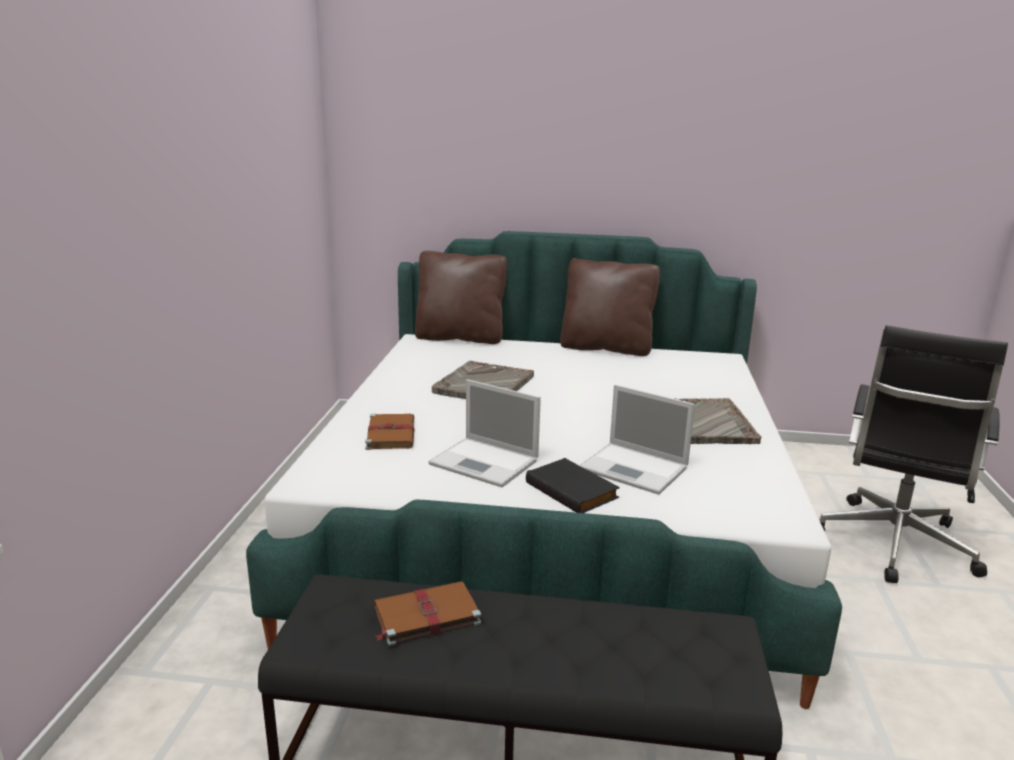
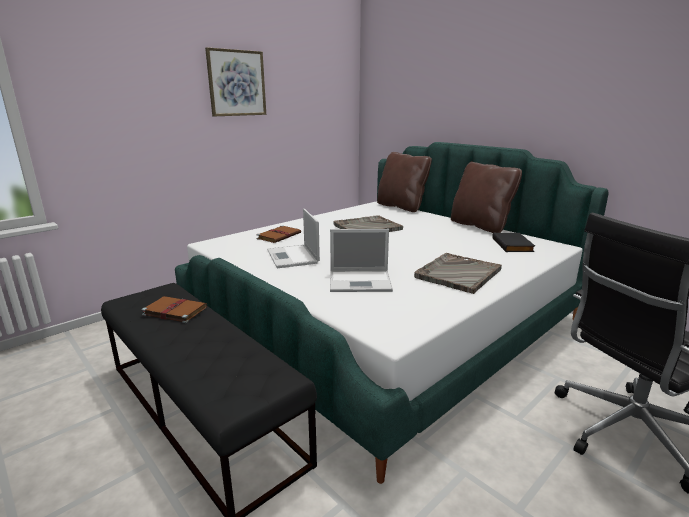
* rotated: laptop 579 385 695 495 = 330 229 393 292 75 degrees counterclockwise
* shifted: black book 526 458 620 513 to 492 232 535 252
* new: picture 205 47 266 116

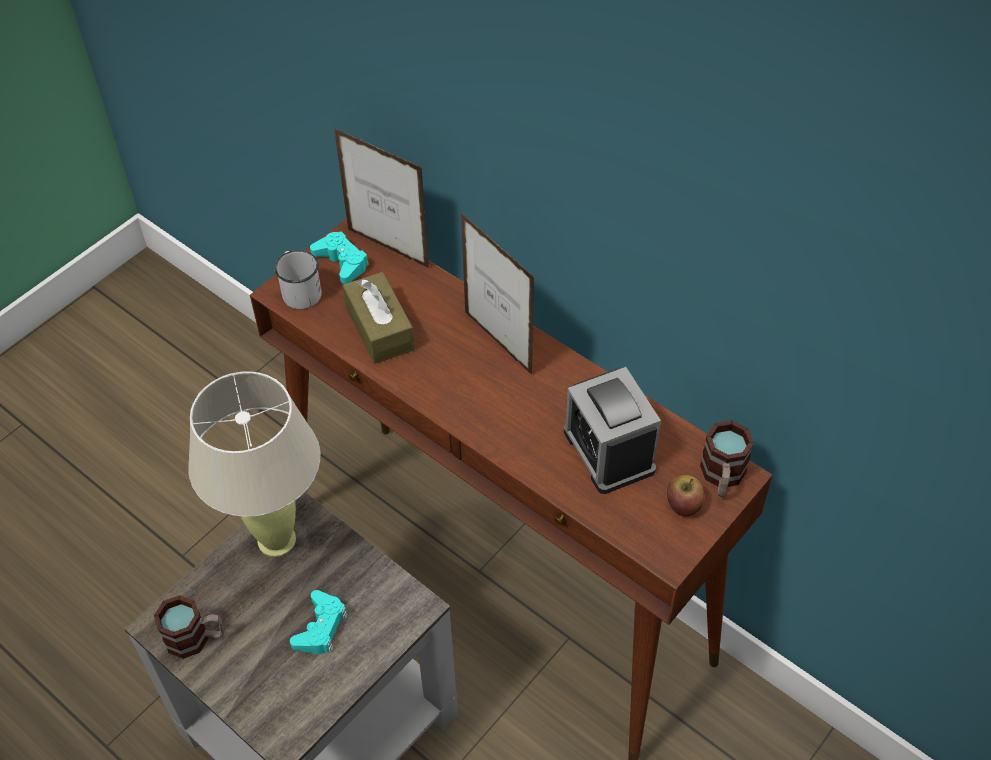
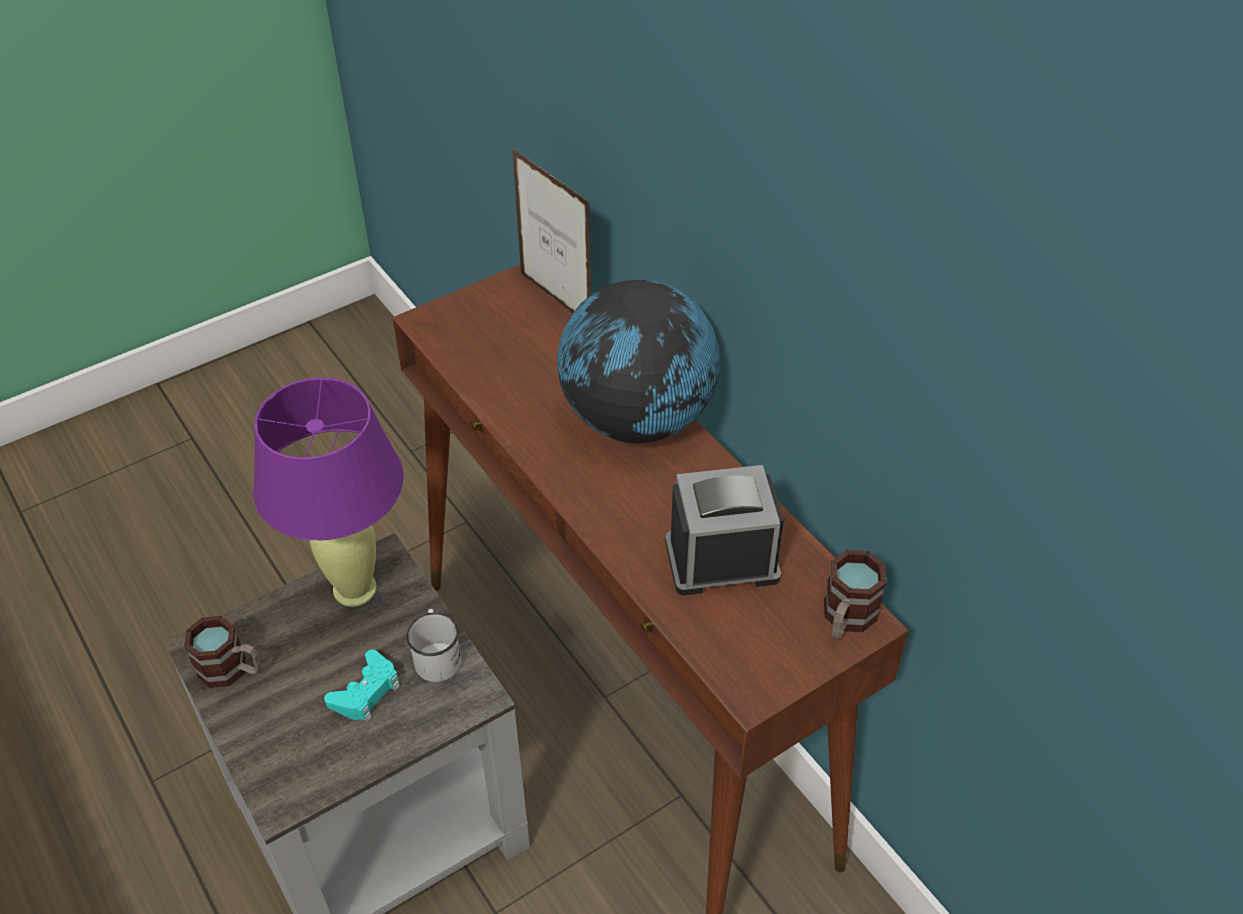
* swapped: picture frame 461 212 534 375 to globe 557 280 720 443
* gone: turquoise game controller 310 232 369 284
* shifted: white mug 275 250 322 309 to 406 609 461 682
* gone: brown tissue box 343 272 415 364
* rotated: alarm clock 564 367 661 494 = 665 465 784 596 90 degrees clockwise
* repainted: beige table lamp 188 371 320 557 to purple table lamp 253 377 404 607
* gone: apple 667 475 705 516

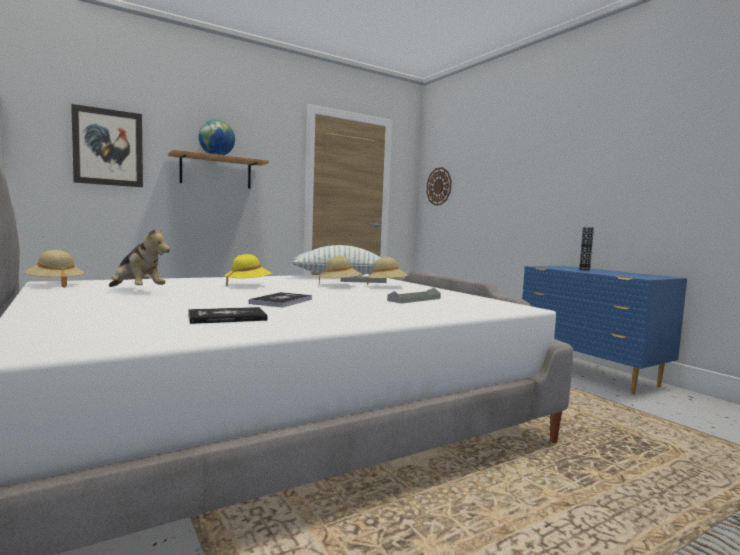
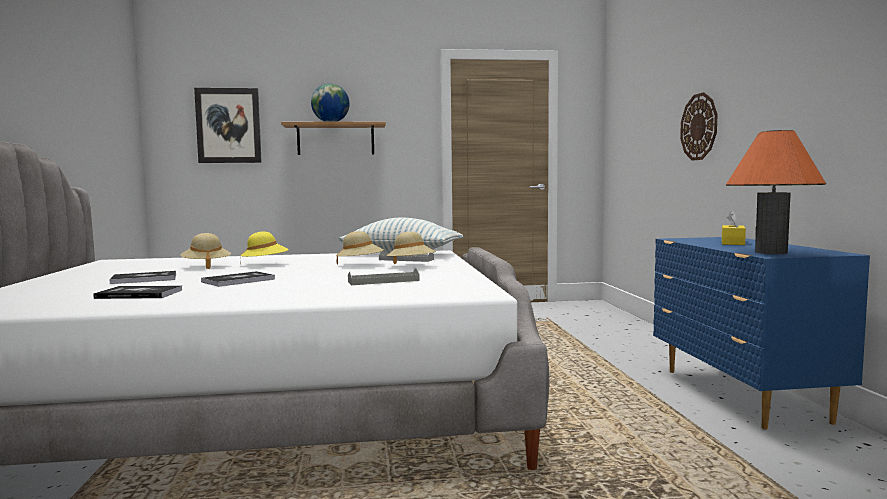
* shifted: wall clock 426 167 452 205 to 680 92 718 160
* gone: plush toy 109 227 170 287
* swapped: vase 579 227 594 270 to yellow tissue box 722 211 746 245
* shifted: beige hat 24 250 85 288 to 180 233 231 269
* new: orange table lamp 726 130 826 254
* new: book 109 271 176 284

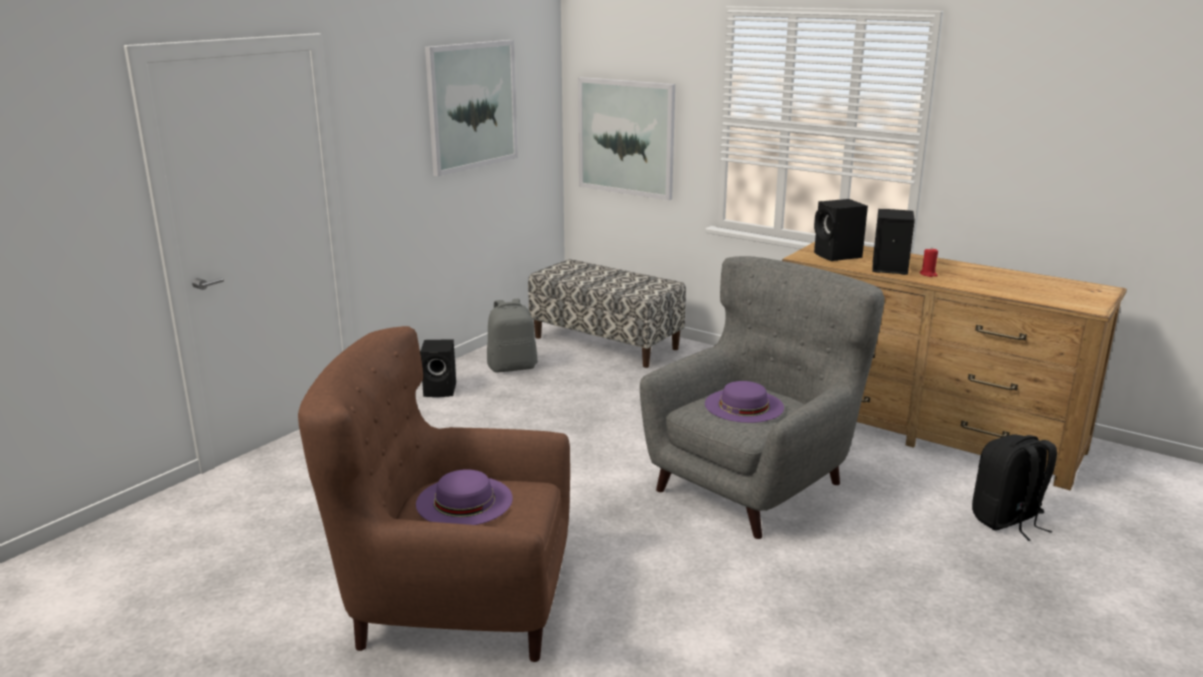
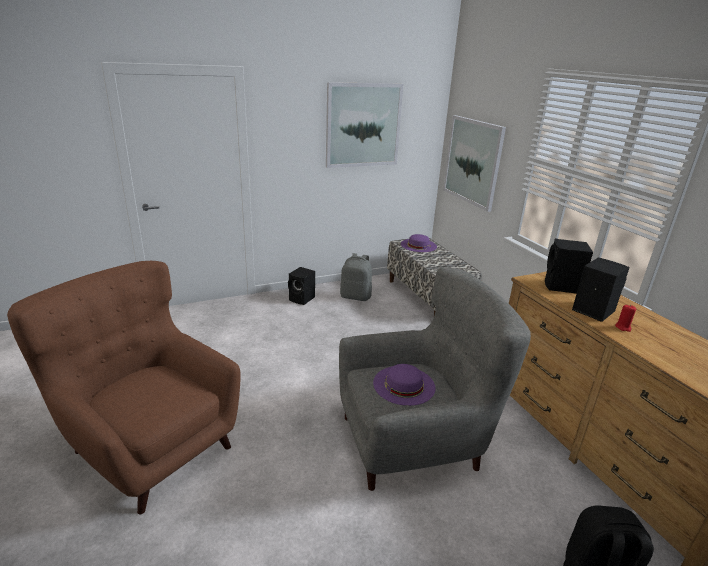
* shifted: purple hat 416 469 513 525 to 401 234 437 252

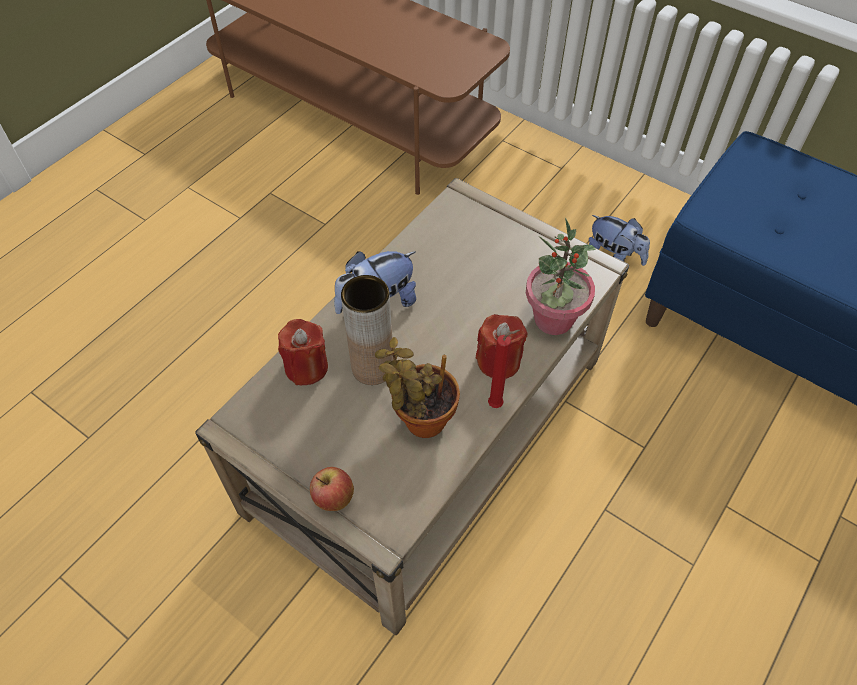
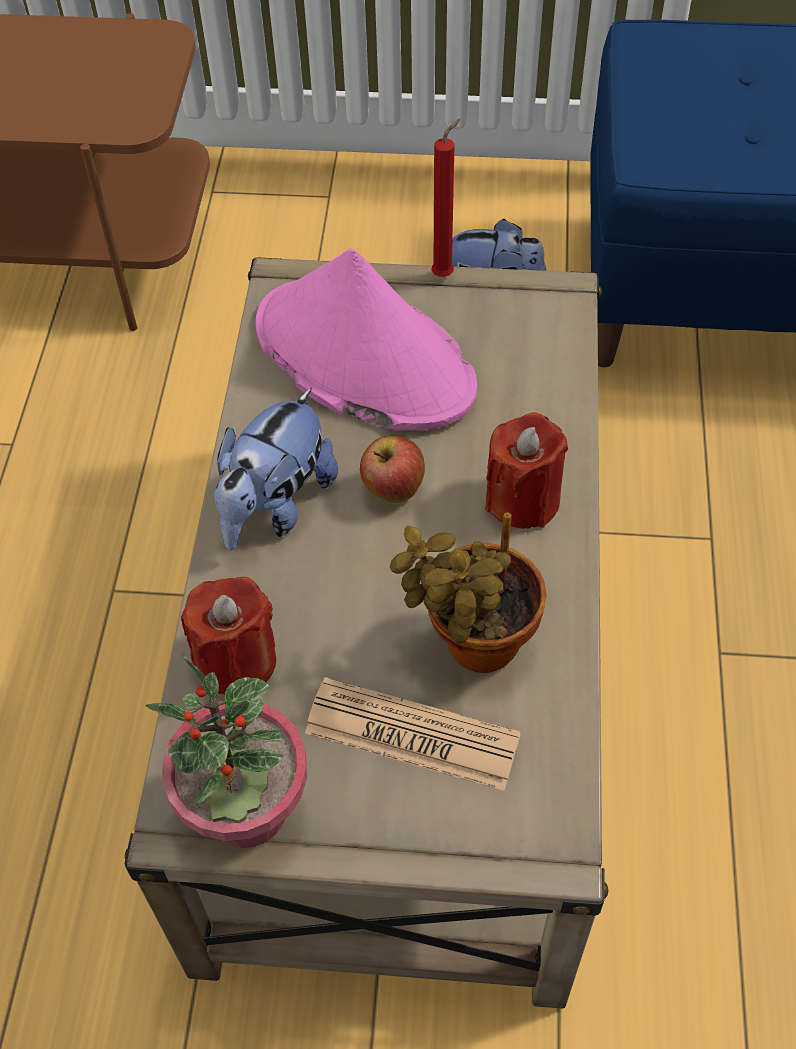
* shifted: potted plant 526 217 596 335 to 145 653 307 848
* gone: brown vase 341 275 393 385
* shifted: red candle 488 330 520 408 to 431 119 461 277
* shifted: apple 310 467 354 511 to 360 436 425 503
* new: pink hat 255 249 477 431
* new: newspaper 305 677 521 791

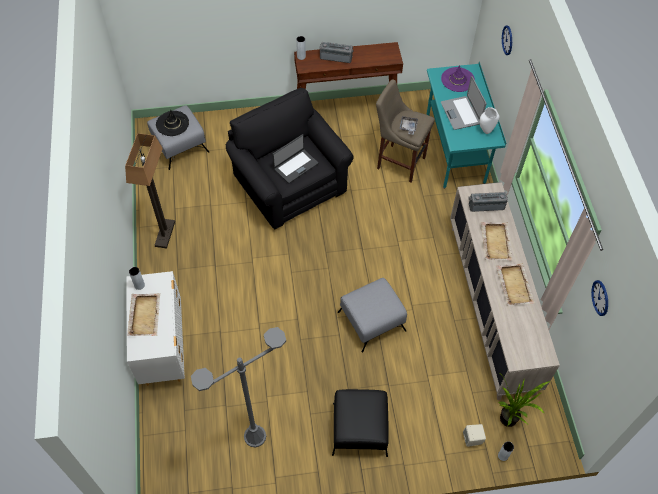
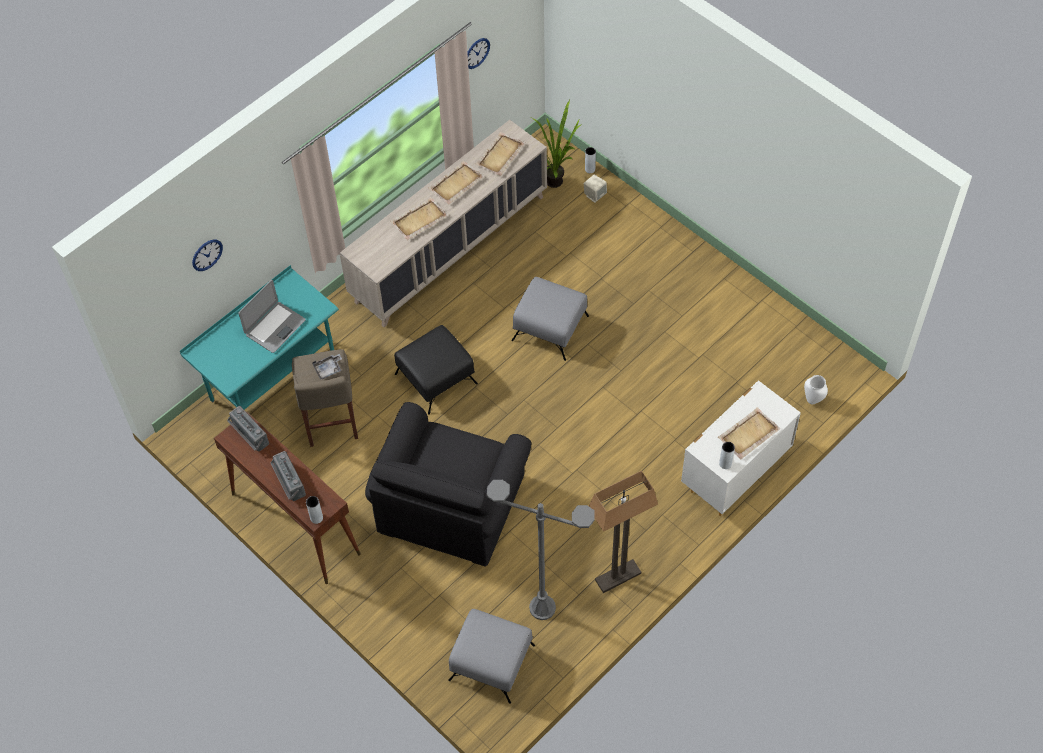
* gone: purple hat 441 65 475 92
* shifted: white vase 479 107 499 134 to 804 375 828 404
* gone: black hat 156 110 189 136
* gone: laptop 272 134 318 183
* shifted: radio 469 192 508 212 to 227 406 269 452
* shifted: grey floor lamp 191 327 286 447 to 487 480 595 620
* shifted: black ottoman 332 389 389 457 to 394 325 478 415
* new: beige tray 475 132 525 176

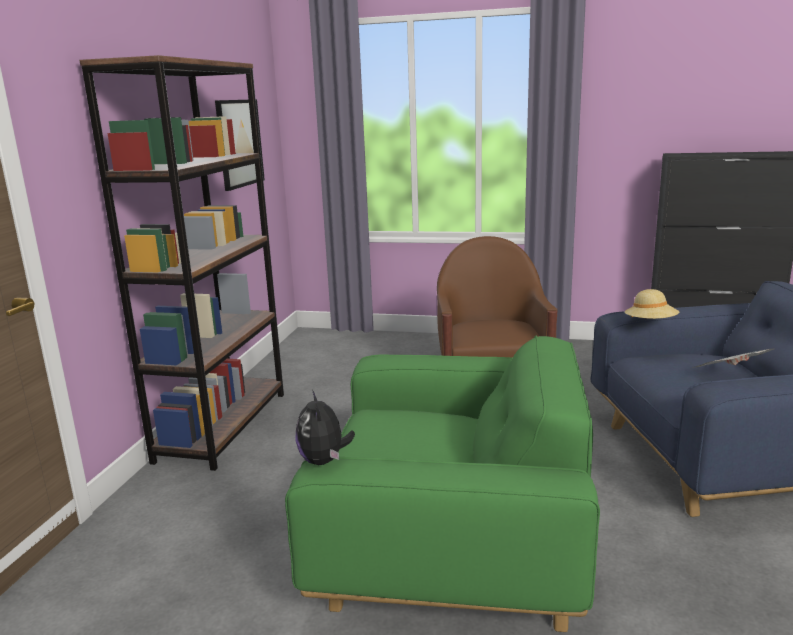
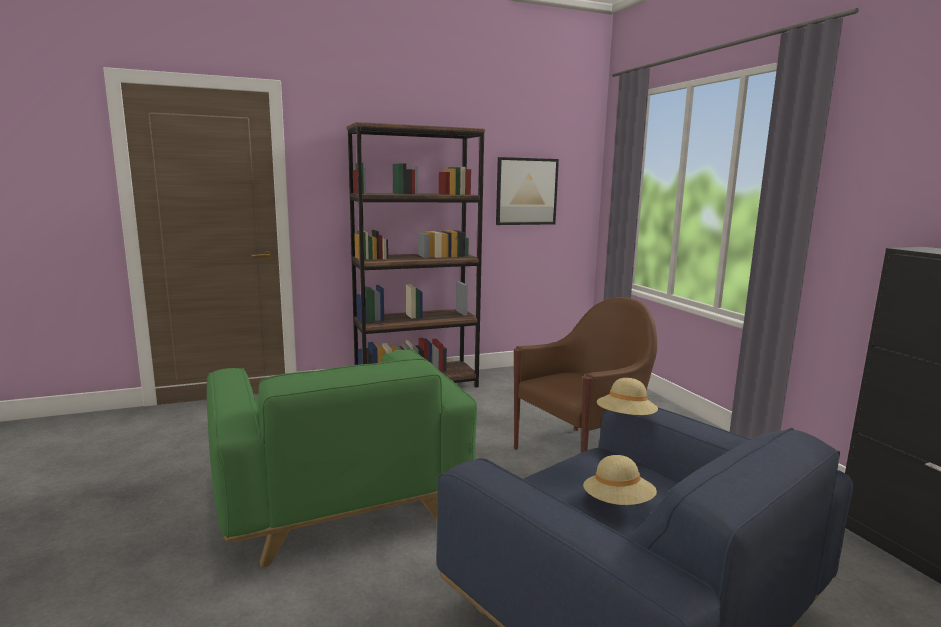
* swapped: newspaper 692 349 774 368 to beige hat 583 455 657 505
* gone: plush toy 295 390 355 465

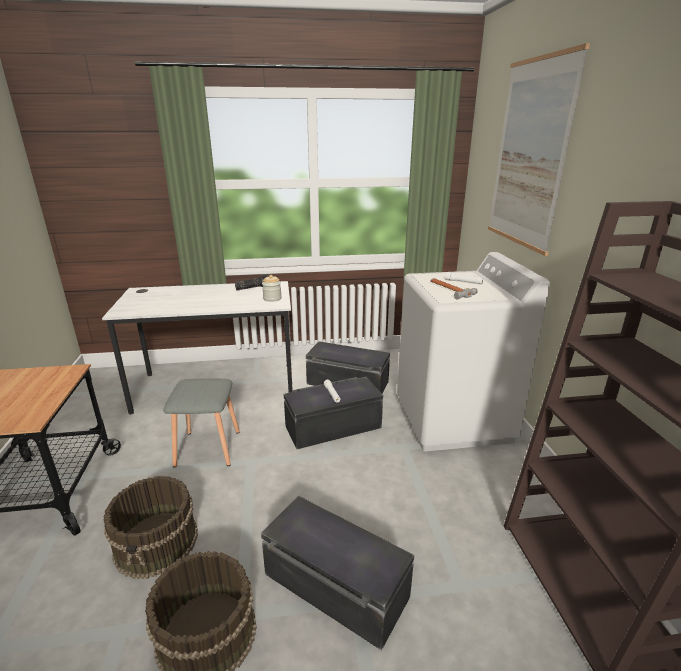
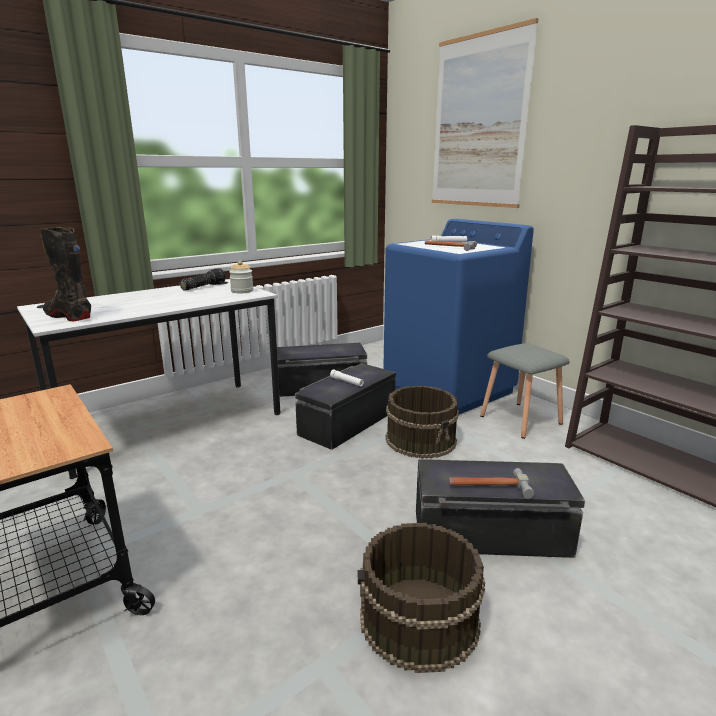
* repainted: white washing machine 397 252 550 451 to blue washing machine 383 219 534 414
* shifted: grey stool 163 378 240 468 to 480 343 570 439
* shifted: brown bucket 103 476 198 579 to 385 385 459 459
* new: black boot 40 227 91 321
* new: hammer 448 468 534 499

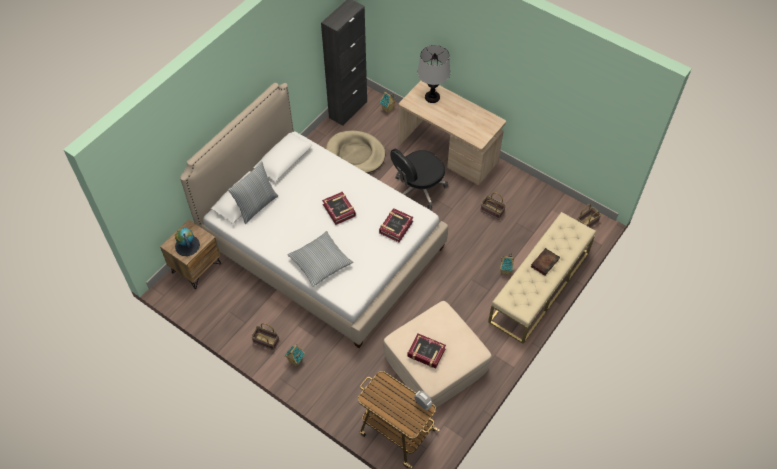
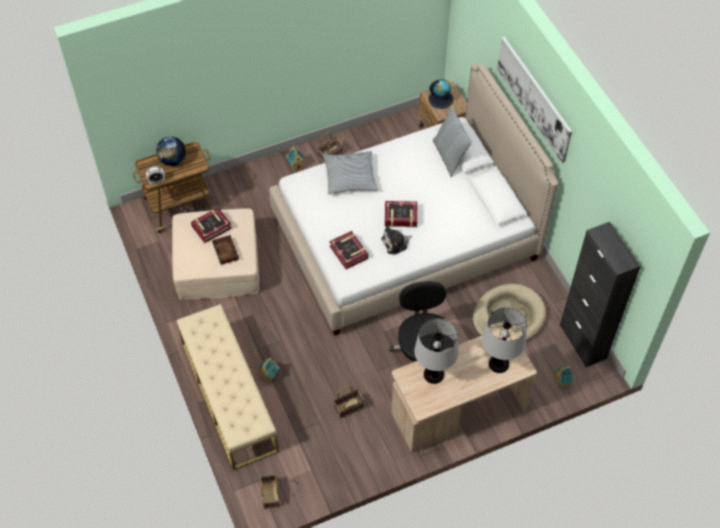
* shifted: book 531 248 560 276 to 212 235 239 265
* new: picture 497 37 572 163
* new: globe 156 136 186 166
* new: plush toy 381 225 412 255
* new: table lamp 414 318 459 384

